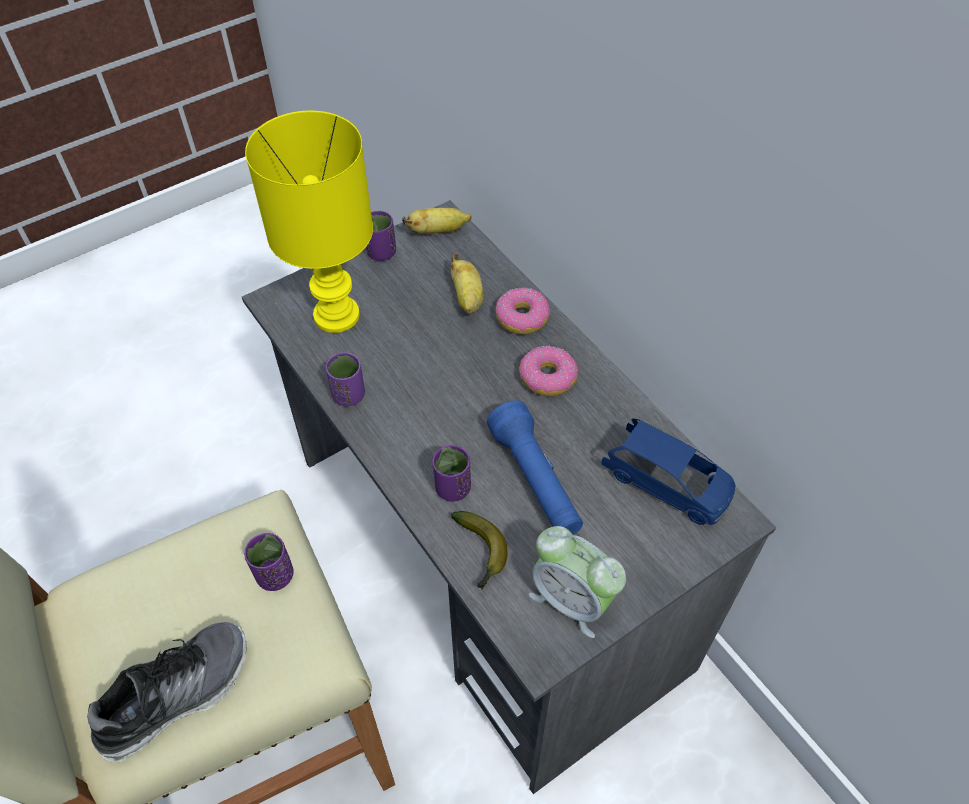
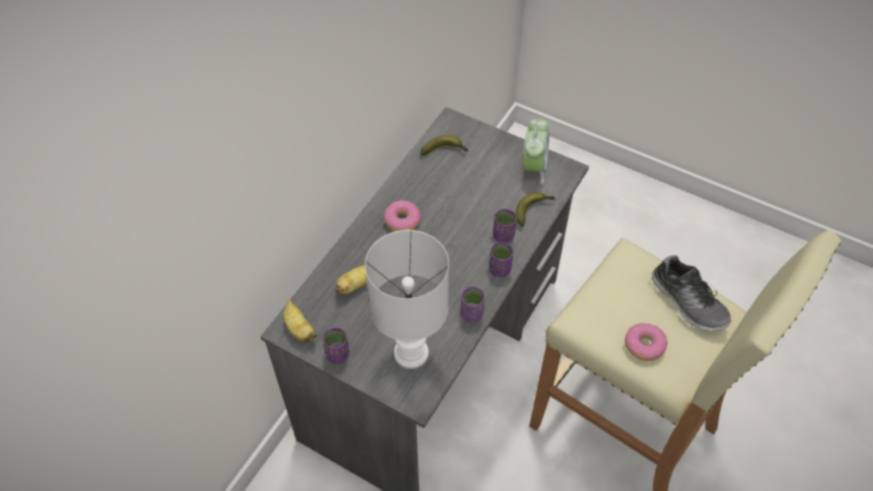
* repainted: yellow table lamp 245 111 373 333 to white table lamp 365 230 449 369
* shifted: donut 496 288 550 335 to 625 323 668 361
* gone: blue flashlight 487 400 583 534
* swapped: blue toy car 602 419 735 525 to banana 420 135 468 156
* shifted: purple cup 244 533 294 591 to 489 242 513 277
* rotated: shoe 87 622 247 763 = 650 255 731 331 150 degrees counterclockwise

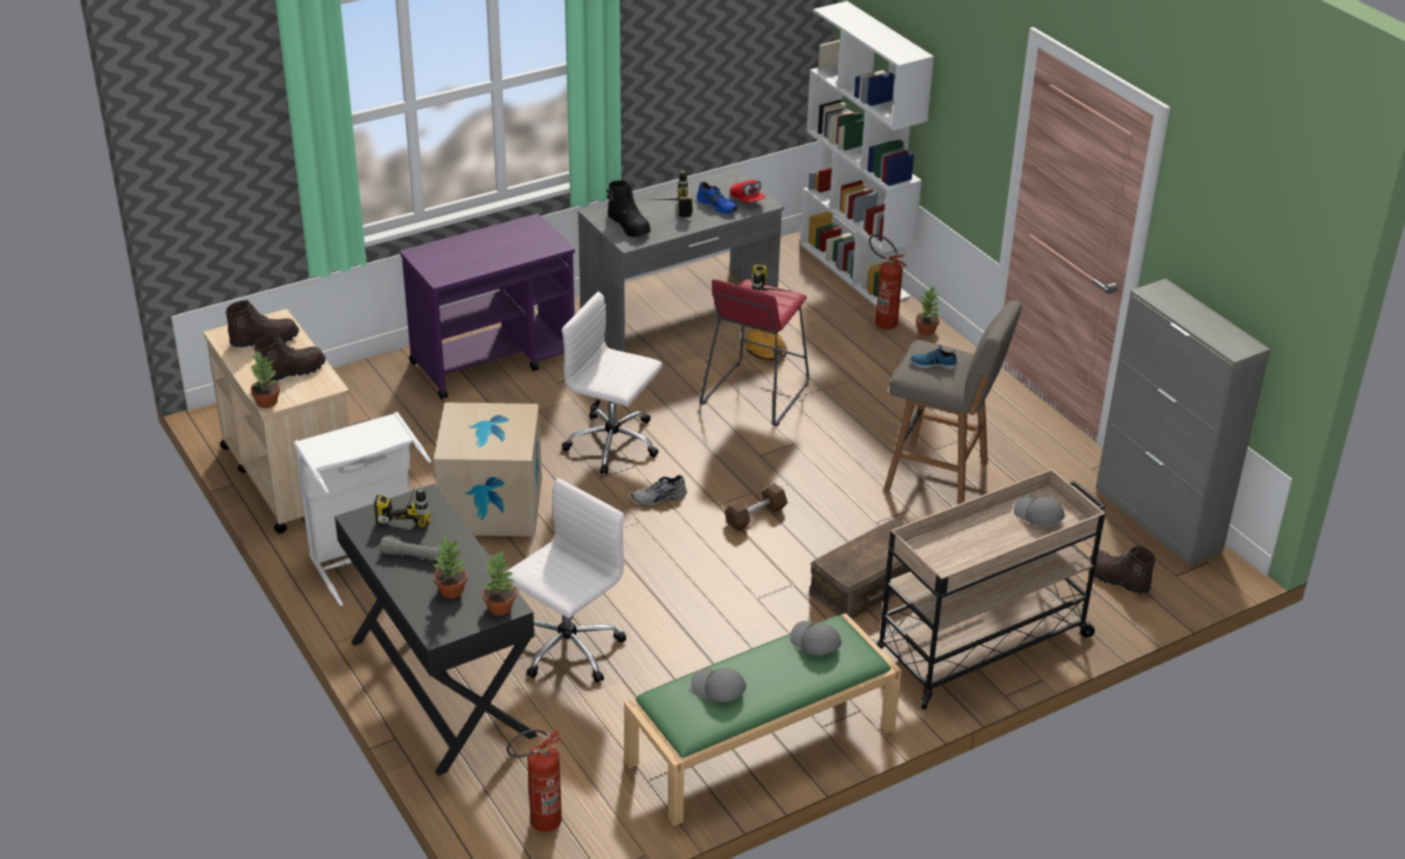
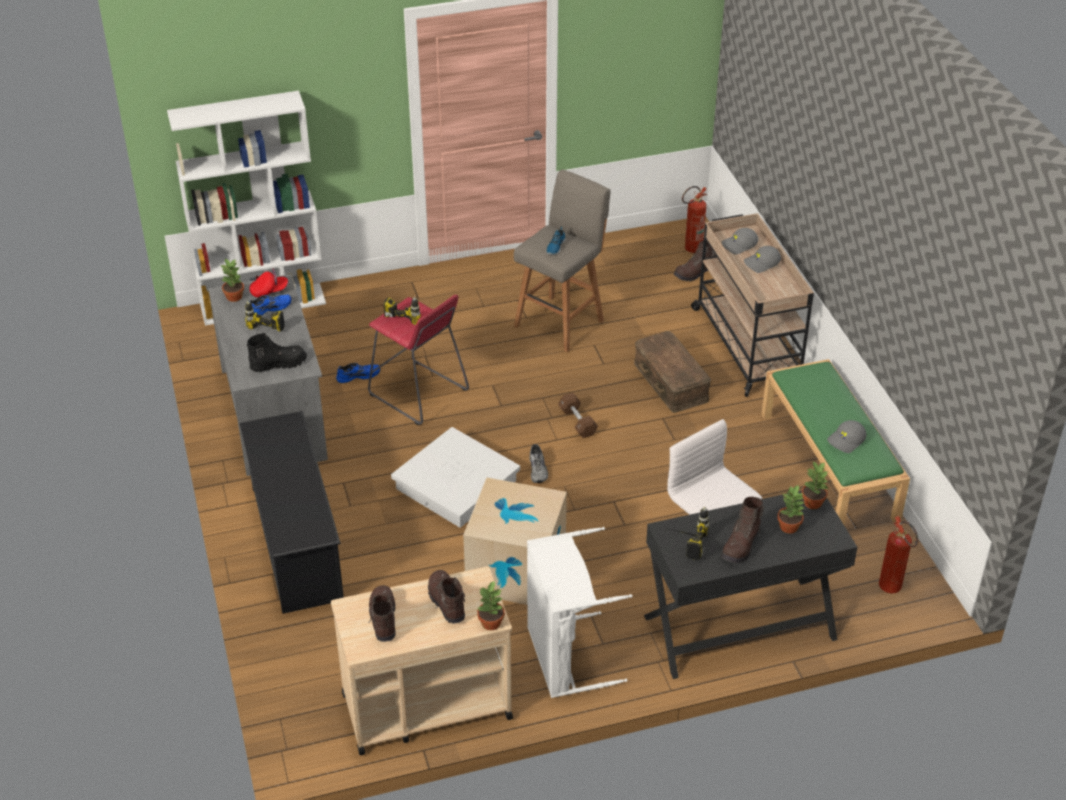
* swapped: purple cart 400 214 575 399 to black shoe rack 240 411 344 614
* shifted: fire extinguisher 869 235 906 330 to 682 186 708 253
* gone: grey cabinet 1096 278 1270 566
* shifted: potted plant 916 287 940 335 to 220 259 244 302
* swapped: white office chair 562 291 662 474 to white storage box 391 427 520 528
* swapped: orange hard hat 745 329 787 360 to blue shoe 336 363 381 383
* swapped: grey flashlight 380 537 440 561 to brown boot 721 497 765 563
* shifted: grey cap 790 621 841 655 to 744 246 781 273

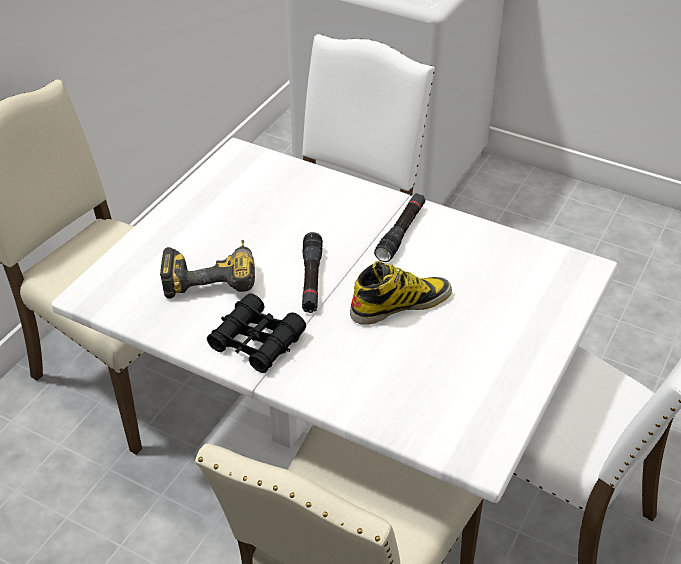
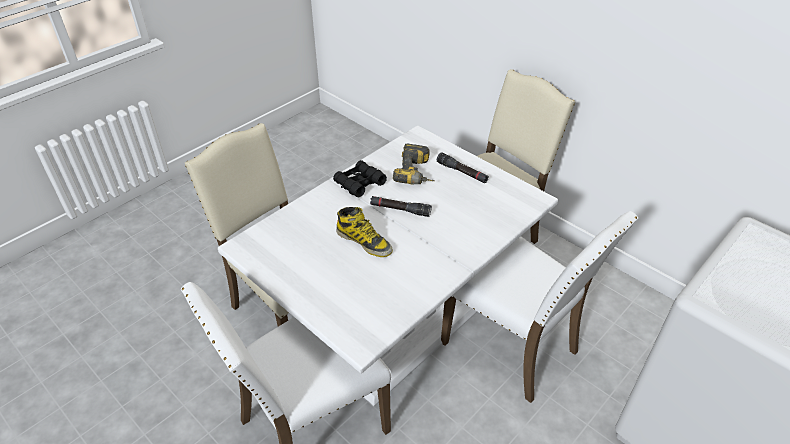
* shifted: black flashlight 374 193 425 262 to 437 152 489 183
* rotated: boot 350 261 452 325 = 336 207 393 257 45 degrees counterclockwise

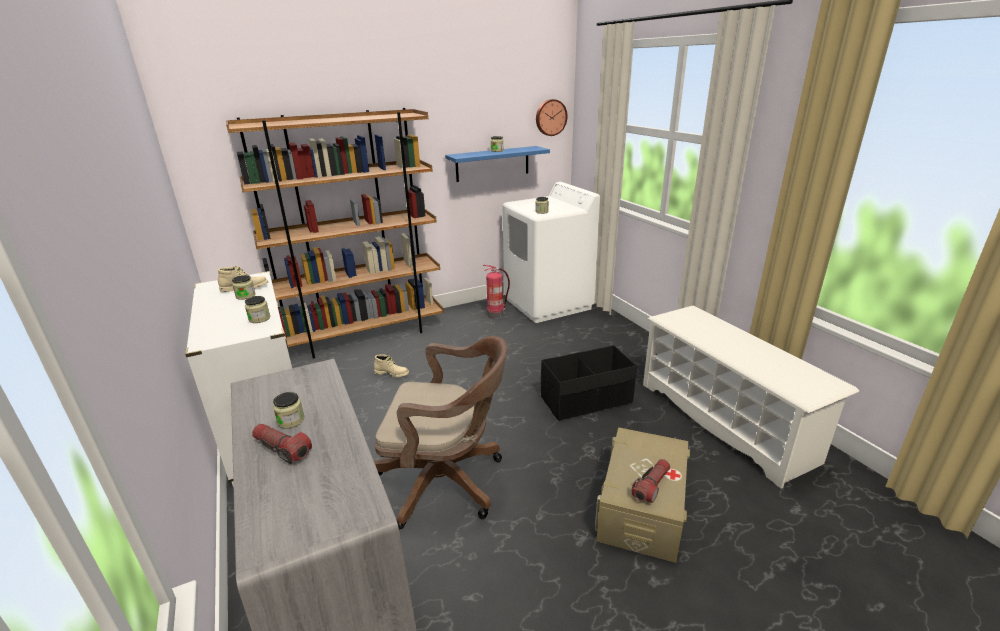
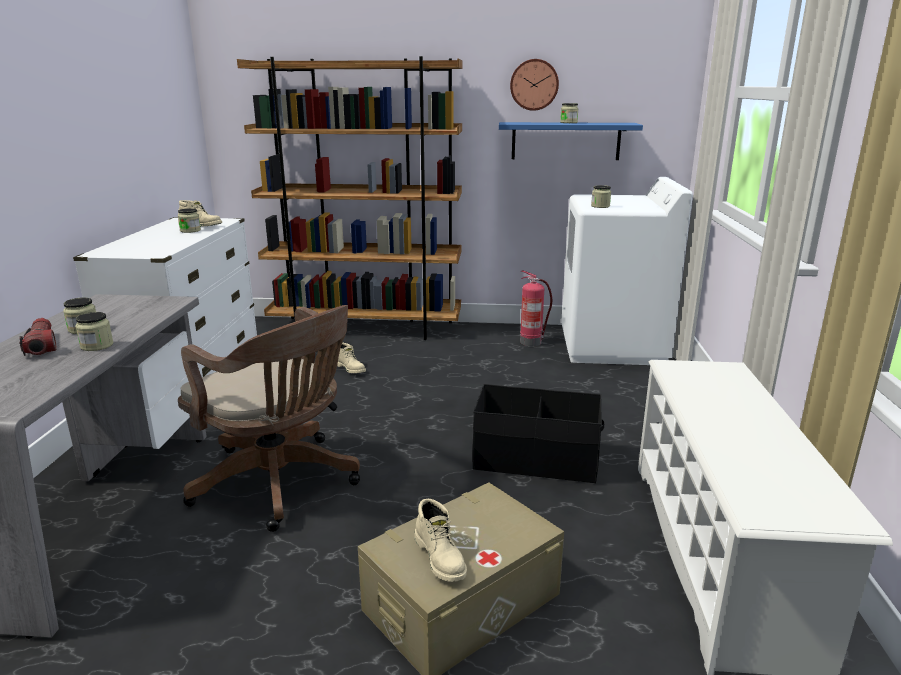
* shifted: wall clock 536 99 567 136 to 510 59 559 111
* shifted: jar 245 296 270 323 to 75 312 113 351
* swapped: flashlight 632 459 670 503 to beige boot 414 499 467 582

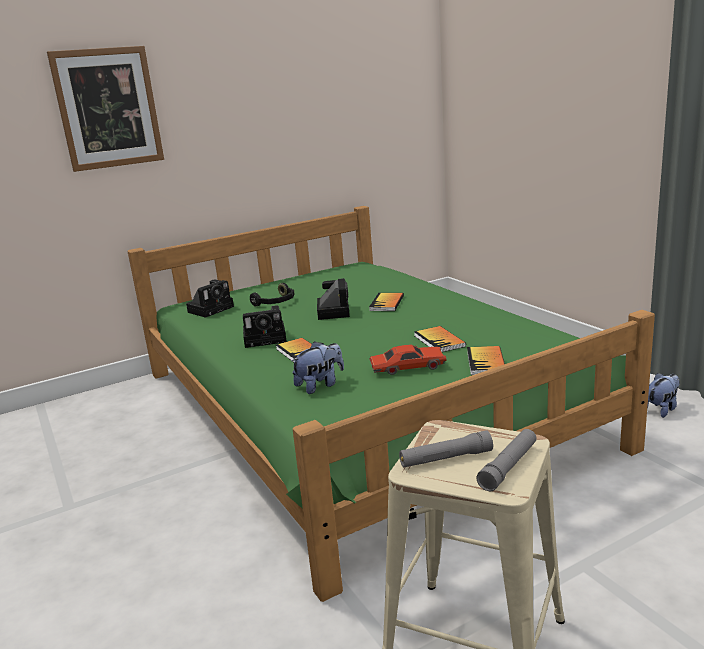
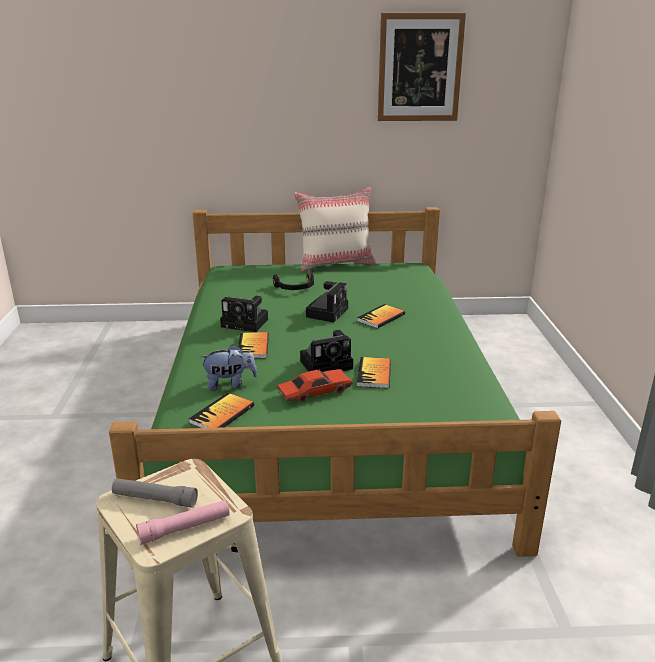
* shifted: picture 47 46 164 172 to 378 13 466 121
* shifted: photo camera 186 279 234 318 to 300 330 353 372
* rotated: red toy car 369 344 447 375 = 276 369 353 402 45 degrees counterclockwise
* shifted: book 467 346 505 375 to 189 393 254 428
* gone: plush toy 647 373 680 418
* repainted: grey flashlight 476 429 537 491 to pink flashlight 136 500 230 545
* new: beige pillow 294 187 376 271

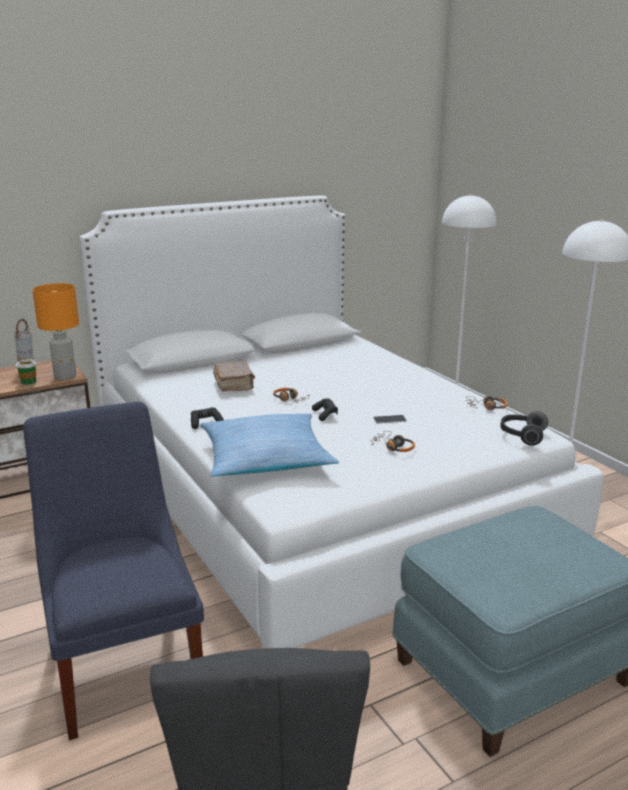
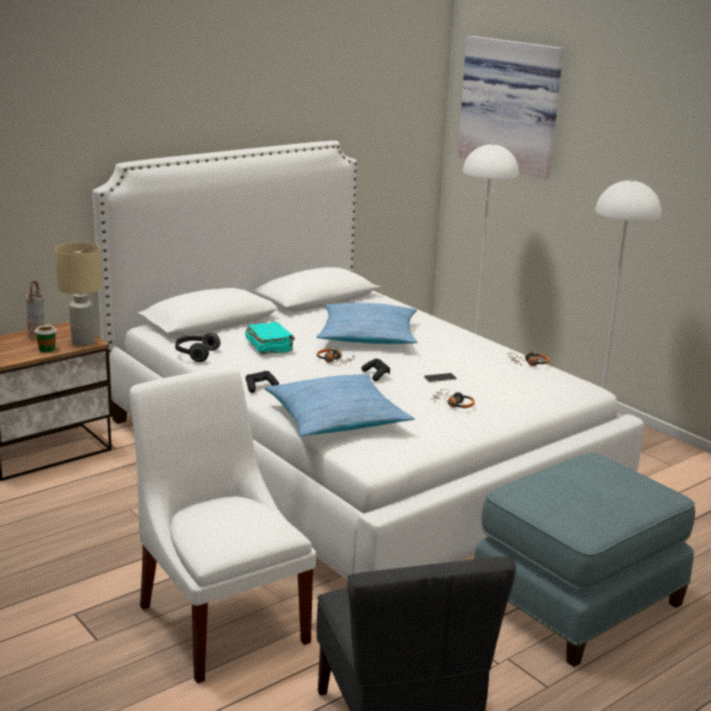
* repainted: orange table lamp 32 283 79 380 to beige table lamp 55 242 102 346
* repainted: brown book 213 361 255 392 to turquoise book 245 322 295 354
* repainted: blue chair 23 401 204 740 to white chair 129 366 316 684
* shifted: headphones 500 411 548 446 to 175 332 220 362
* new: picture 458 36 564 179
* new: pillow 316 303 418 344

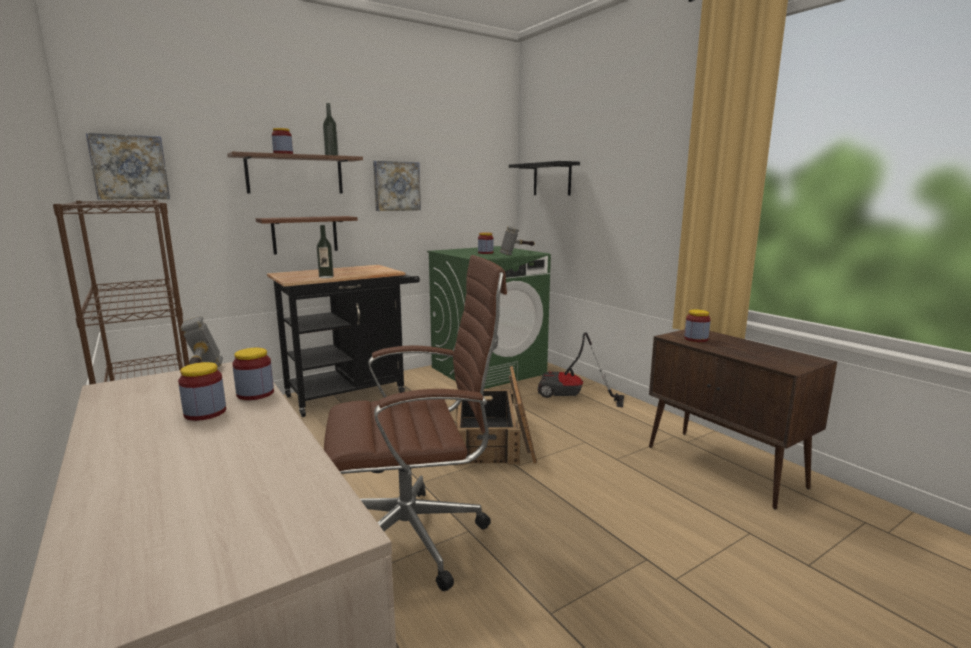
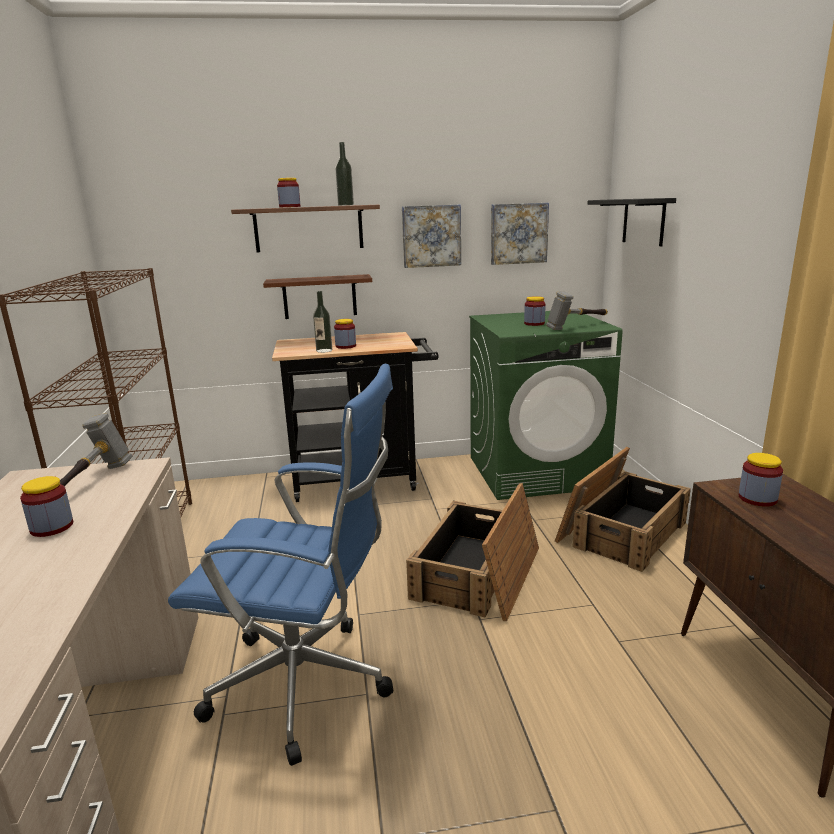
* shifted: picture 86 133 170 200 to 491 203 549 265
* repainted: brown office chair 324 255 507 591 to blue office chair 168 364 393 766
* swapped: vacuum cleaner 538 332 624 408 to crate 555 447 691 572
* shifted: jar 232 348 274 400 to 334 319 356 349

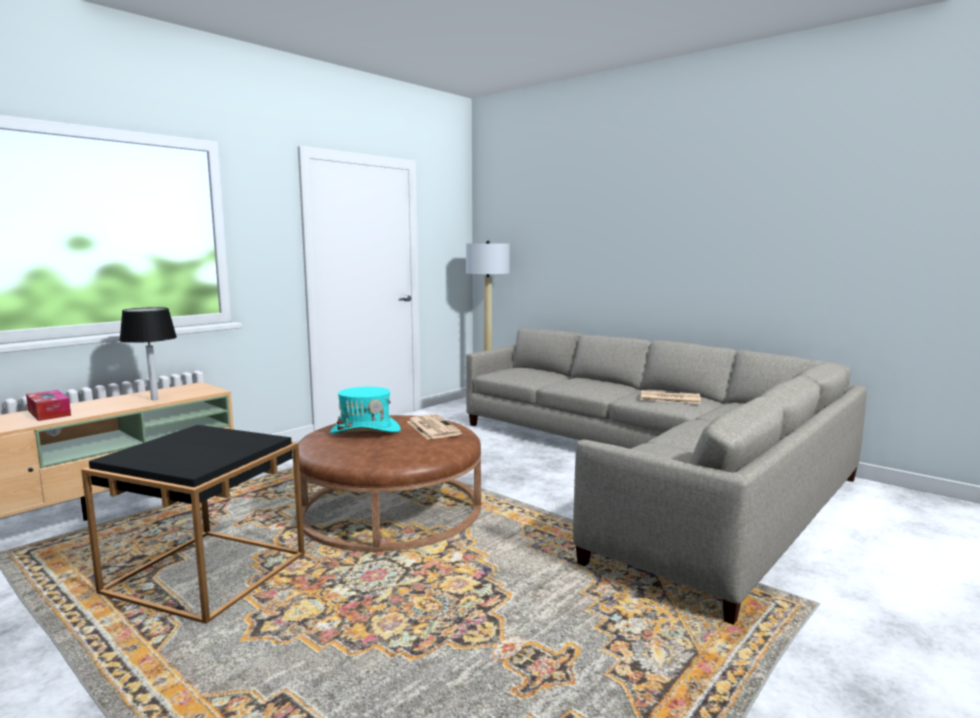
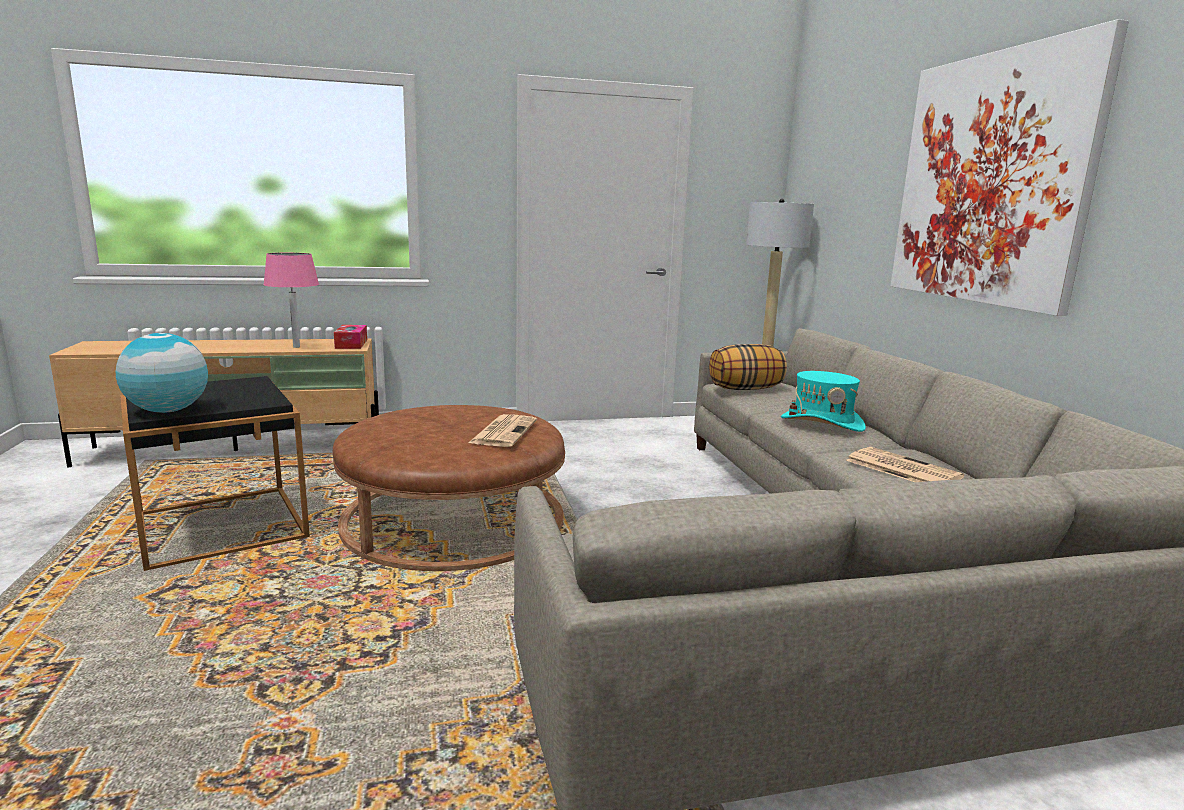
* repainted: black table lamp 119 307 177 400 to pink table lamp 263 253 319 348
* shifted: turquoise hat 330 387 401 434 to 781 371 866 432
* shifted: tissue box 26 390 71 421 to 334 325 367 349
* new: picture 891 19 1129 316
* new: globe 116 333 208 413
* new: pillow 709 344 787 390

